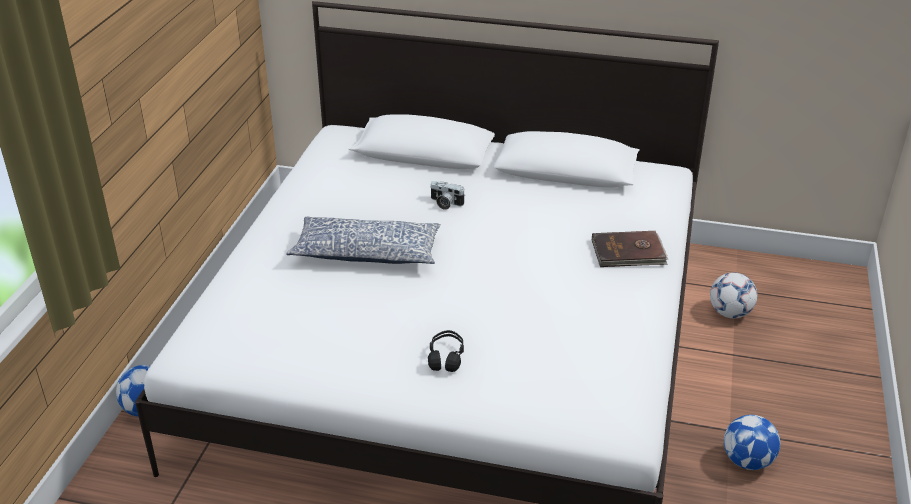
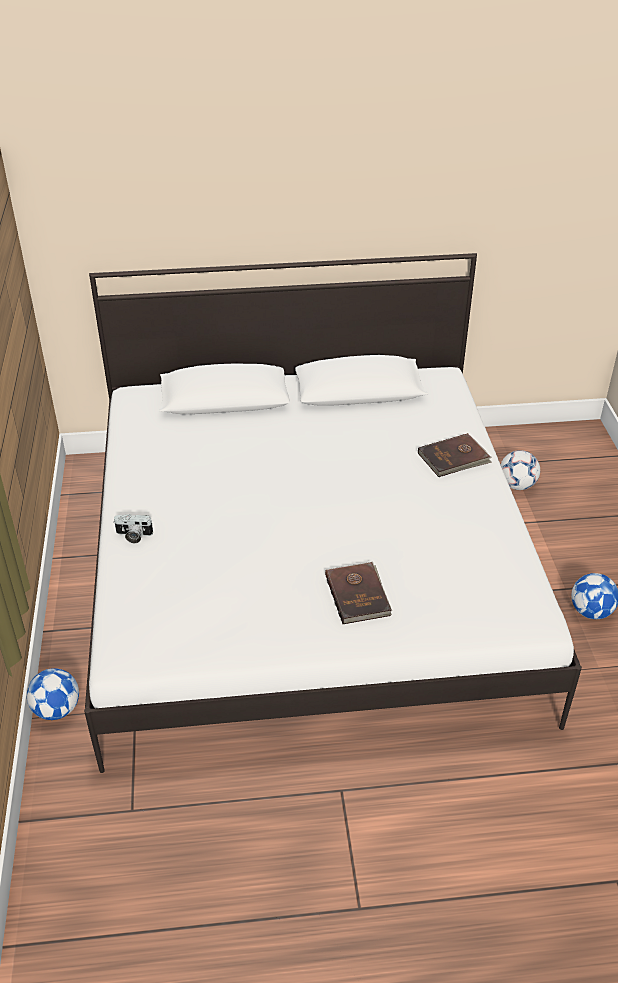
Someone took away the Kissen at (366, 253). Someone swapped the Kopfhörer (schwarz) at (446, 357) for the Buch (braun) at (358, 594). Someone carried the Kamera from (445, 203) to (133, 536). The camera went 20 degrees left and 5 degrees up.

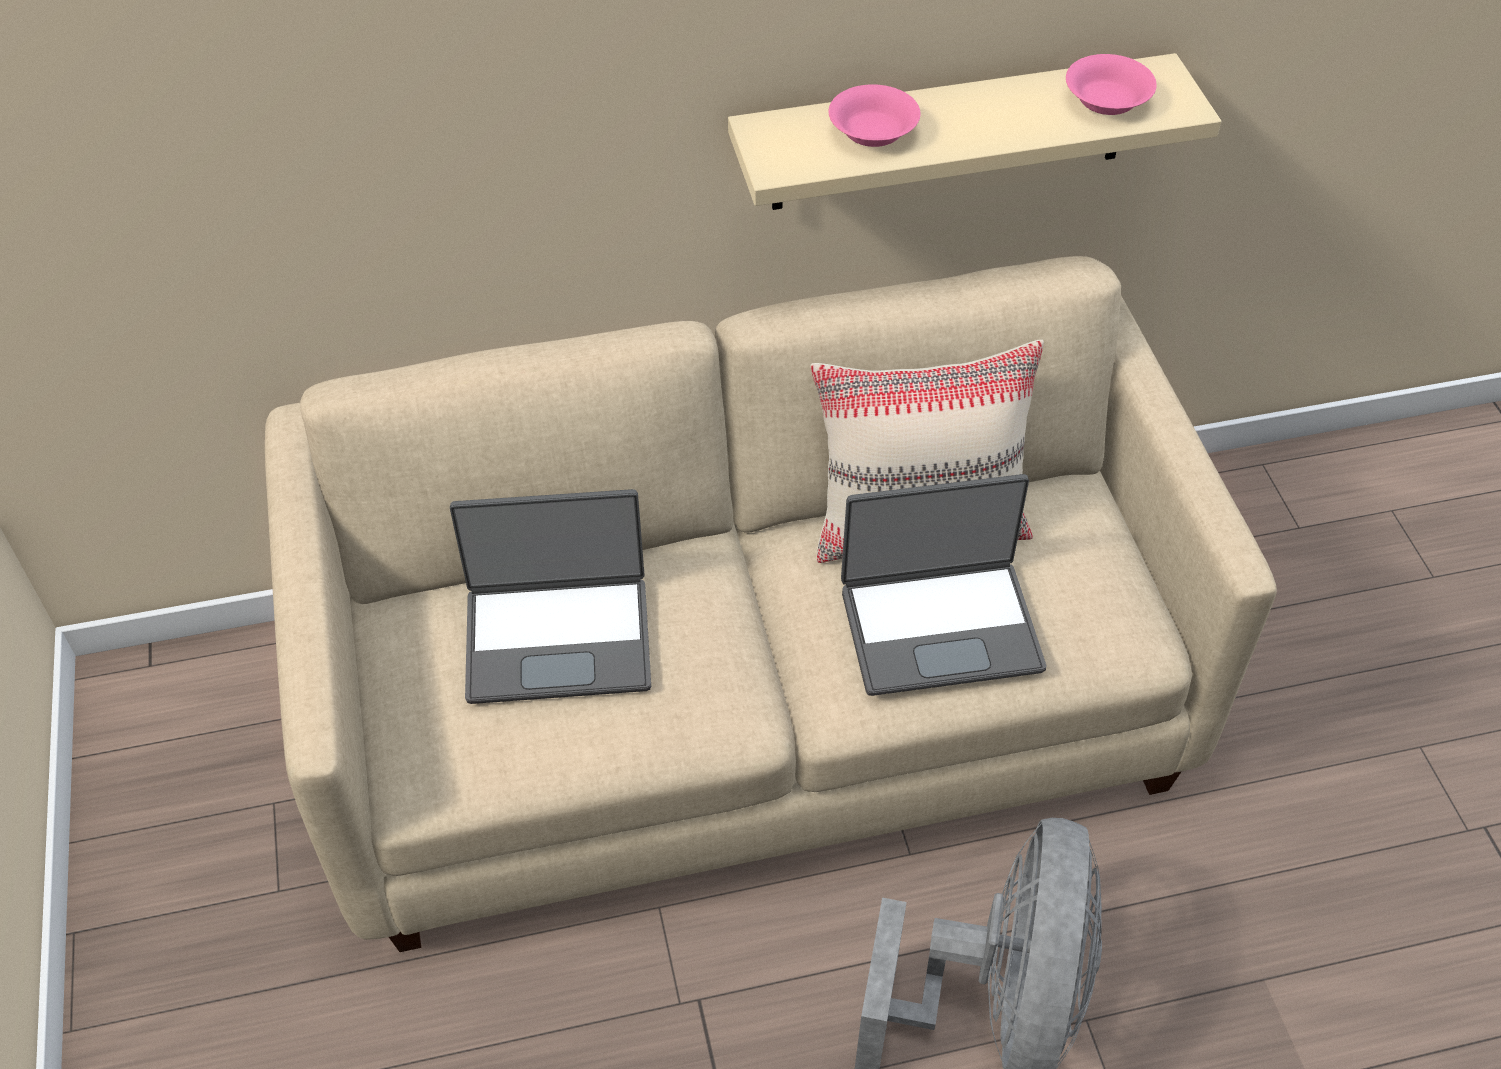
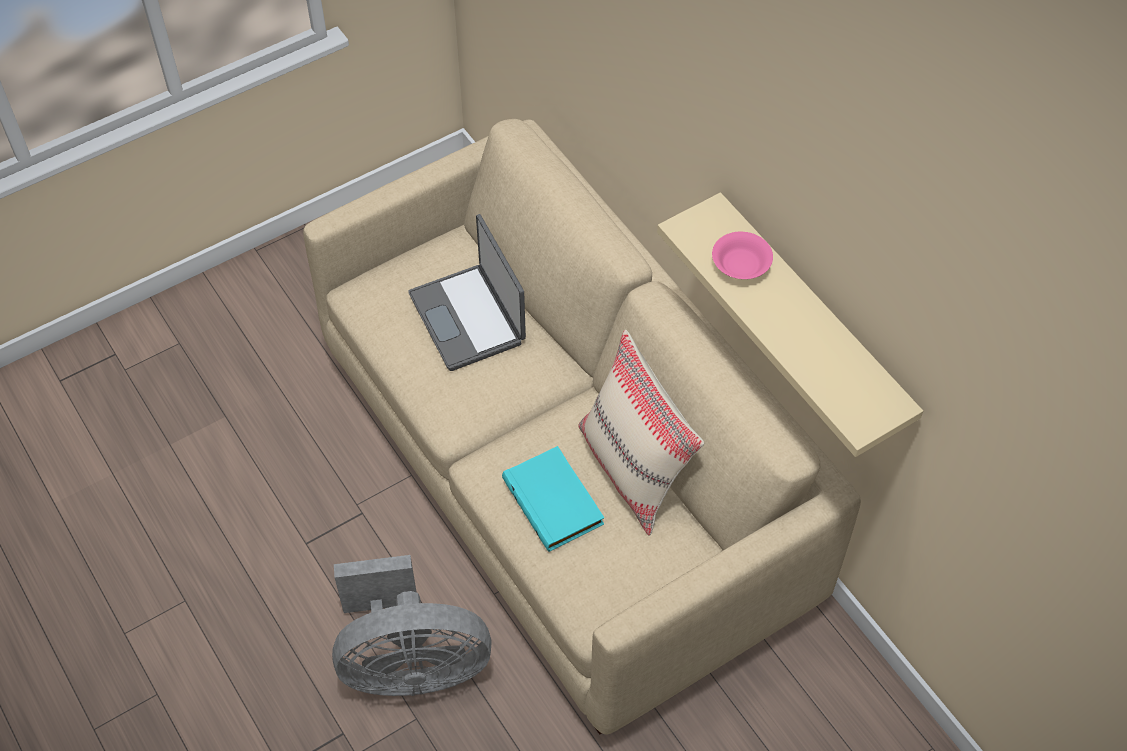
Someone swapped the Laptop at (940, 626) for the Buch (türkis) at (555, 501). Someone took away the Schüssel (rosa) at (1107, 101). The camera went 70 degrees right and 5 degrees up.

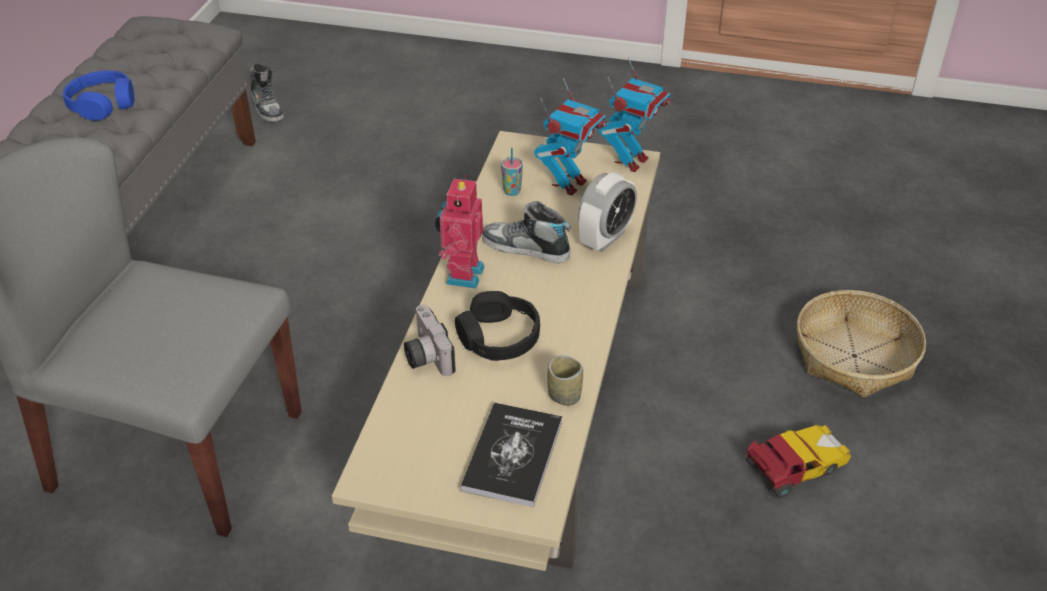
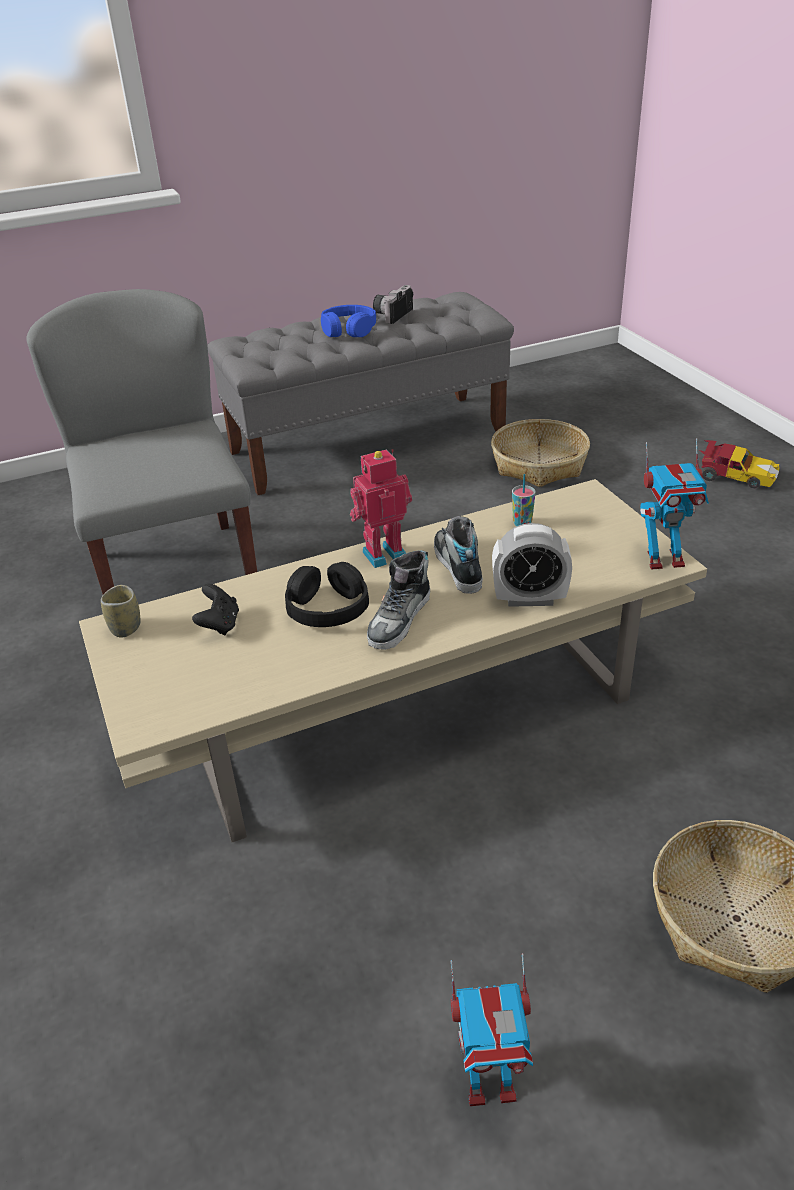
Someone carried the Schuh from (267, 107) to (400, 620). Someone carried the Kamera from (425, 355) to (392, 314). Someone took away the Buch at (512, 455). Someone carried the Spielzeugroboter from (569, 184) to (490, 1083). Someone carried the Tasse from (564, 396) to (125, 628). Someone carried the Spielzeugauto from (792, 468) to (734, 476). Someone put down the Gamepad (schwarz) at (219, 624). Someone put down the Korb at (539, 464). The camera went 55 degrees right and 5 degrees down.

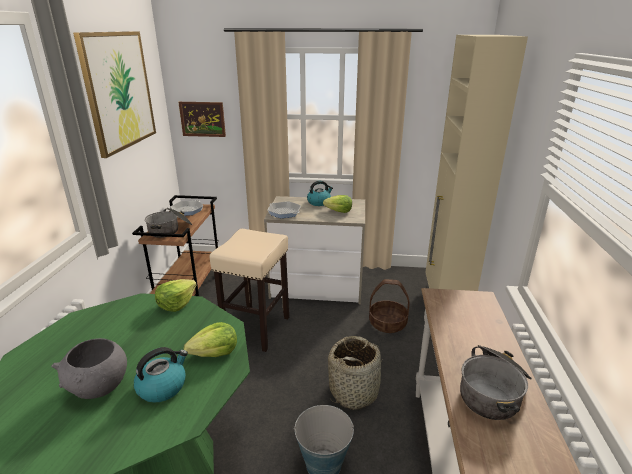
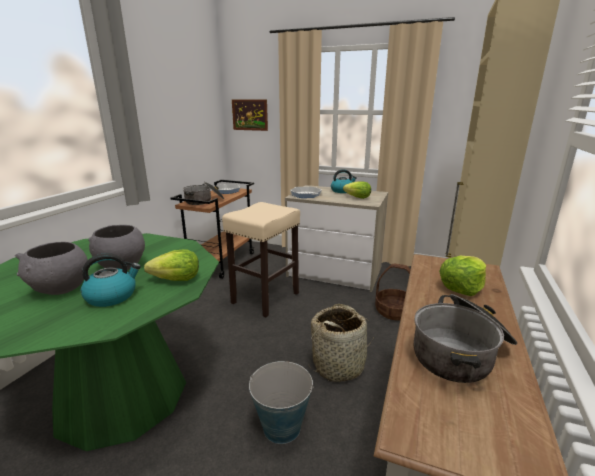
Someone took away the Bild at (119, 91). Someone carried the Salatkopf from (176, 304) to (462, 287). Someone put down the Schüssel (grau) at (121, 266). The camera went 15 degrees right and 5 degrees down.

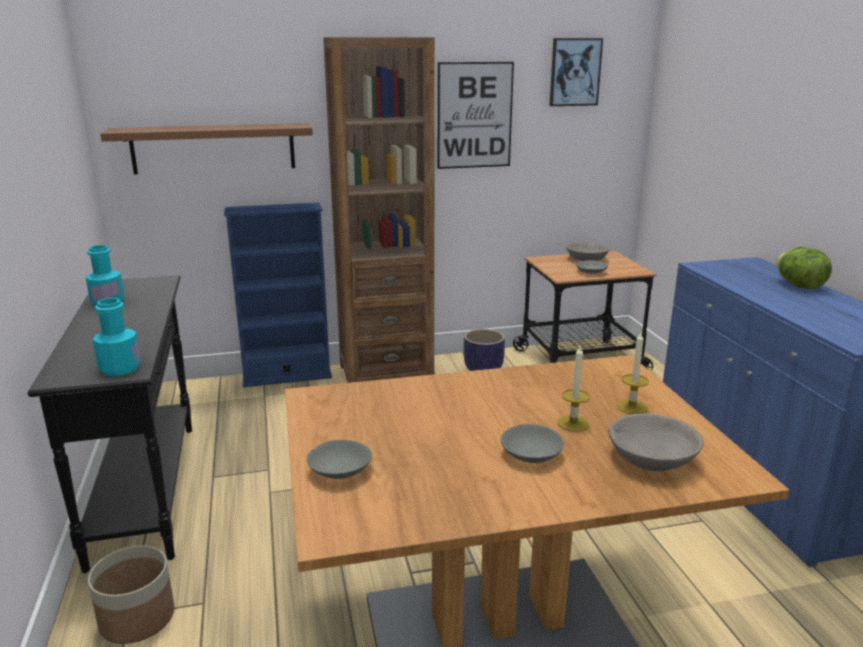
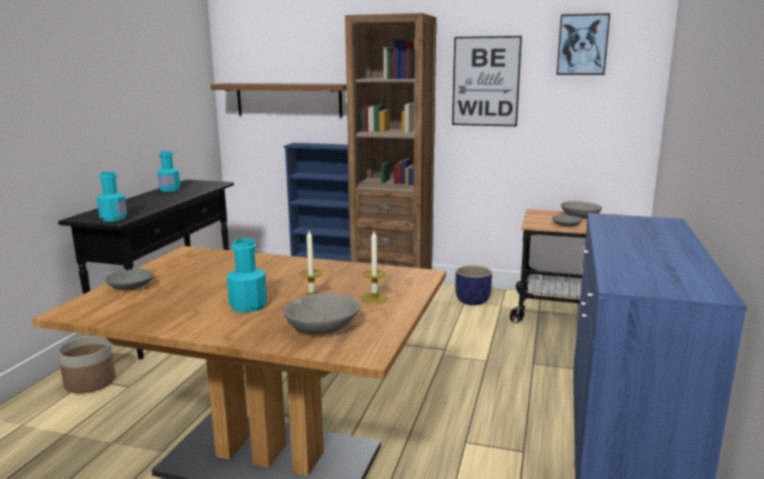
Someone swapped the Schüssel (grau) at (531, 454) for the Flasche (türkis) at (248, 306). Someone took away the Salatkopf at (799, 286). The camera went 30 degrees right and 5 degrees down.

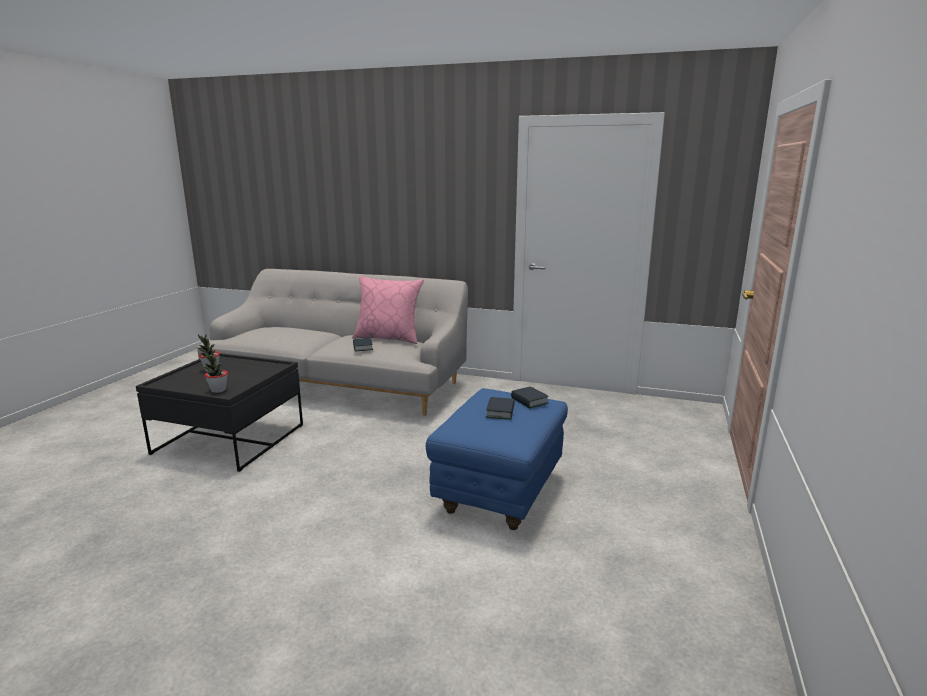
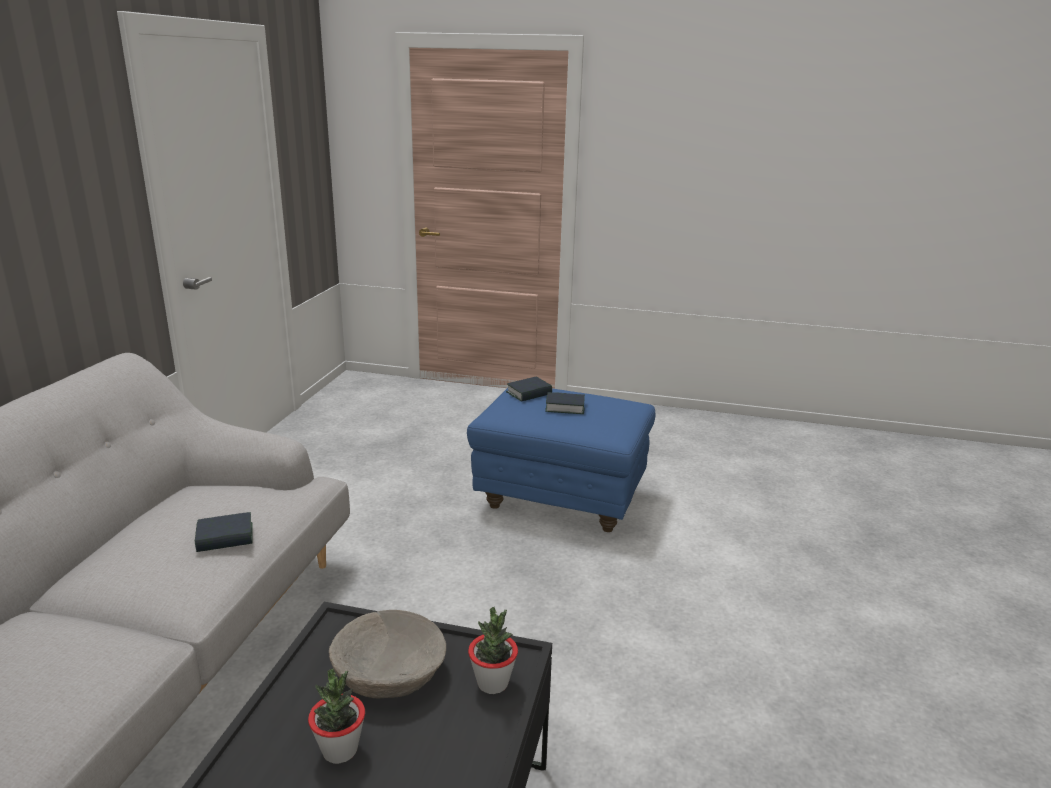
Someone took away the Kissen (rosa) at (388, 338). Someone put down the Schüssel (beige) at (388, 671). The camera went 95 degrees left and 5 degrees up.

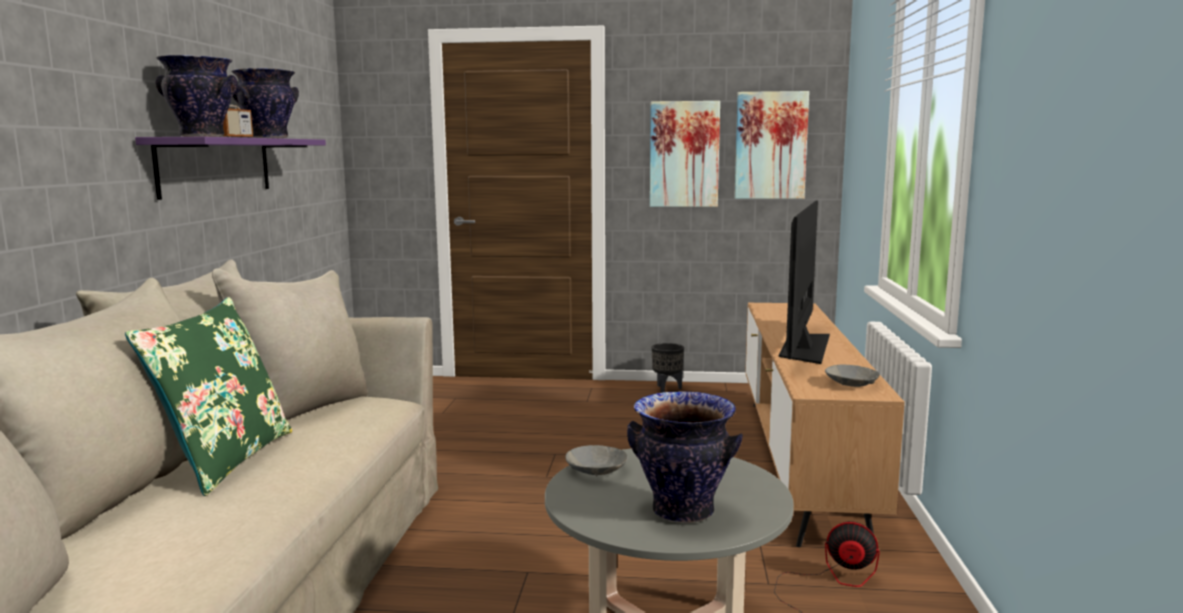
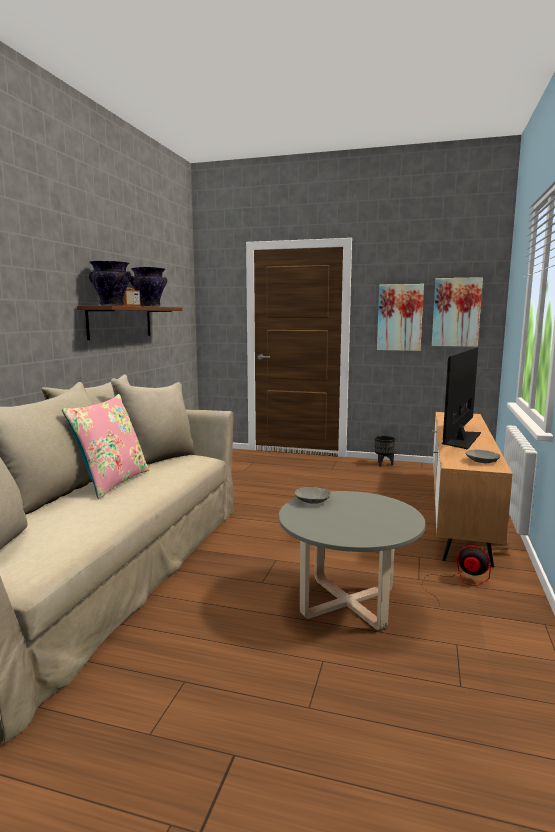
Someone repainted the Kissen (grün) at (225, 460), which became the Kissen (rosa) at (112, 482). Someone repainted the Wandregal (lila) at (216, 166), which became the Wandregal (braun) at (120, 322). Someone took away the Vase at (683, 511). The camera went 10 degrees right and 0 degrees up.

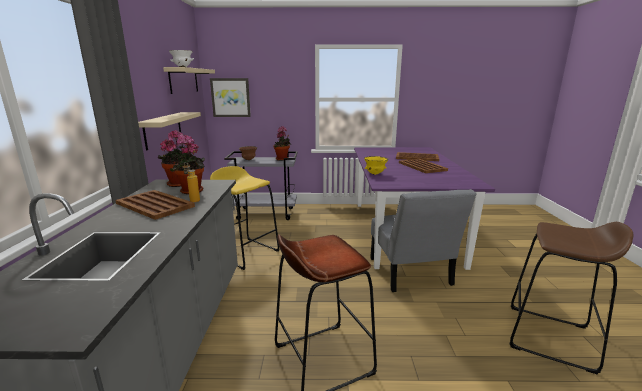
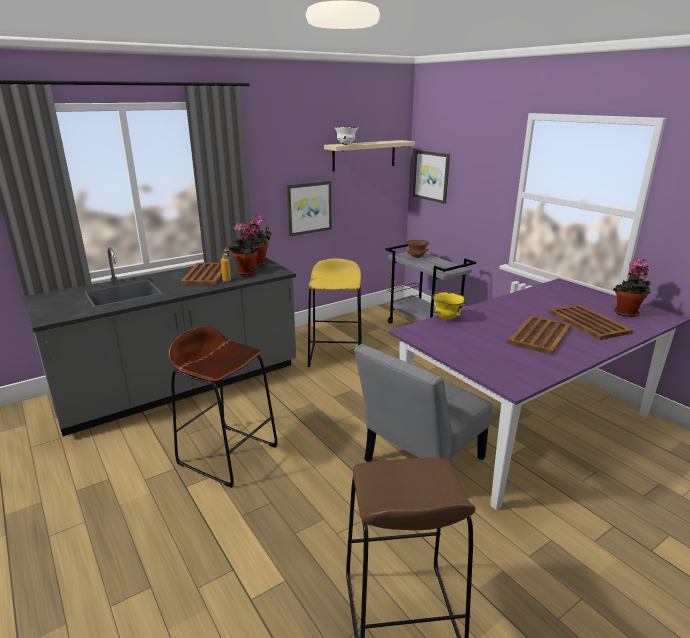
Someone swapped the Wandregal (beige) at (163, 129) for the Bild at (309, 207). Someone carried the Topfpflanze from (282, 159) to (626, 314). The camera went 55 degrees right and 5 degrees up.

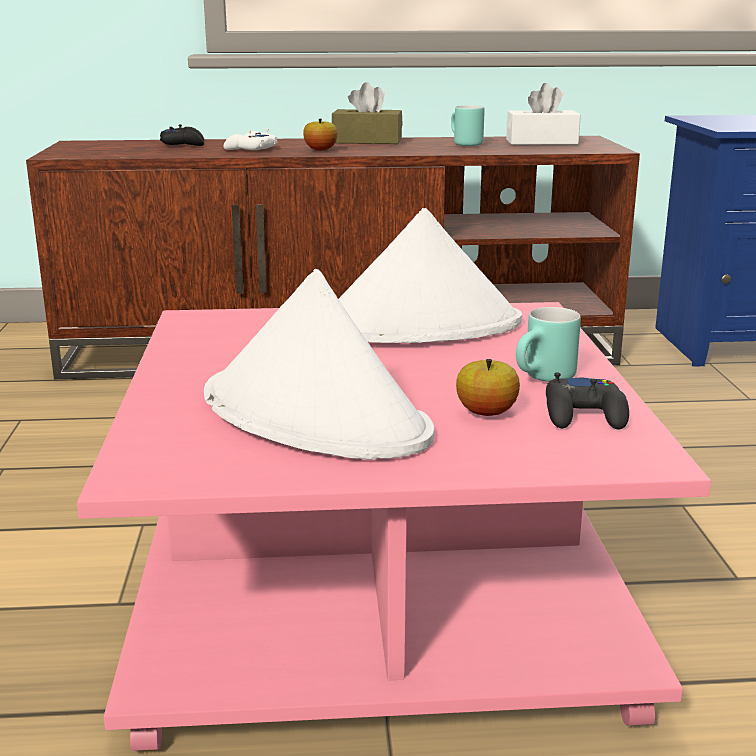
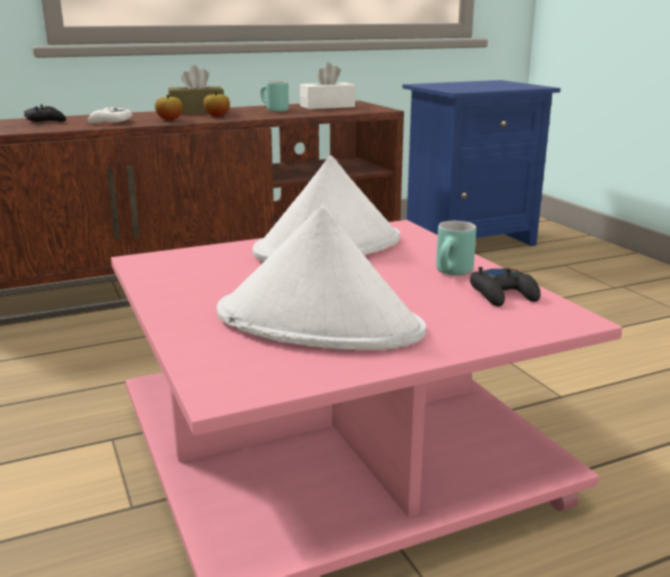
Someone carried the Apfel from (486, 413) to (217, 116). The camera went 20 degrees left and 0 degrees up.

